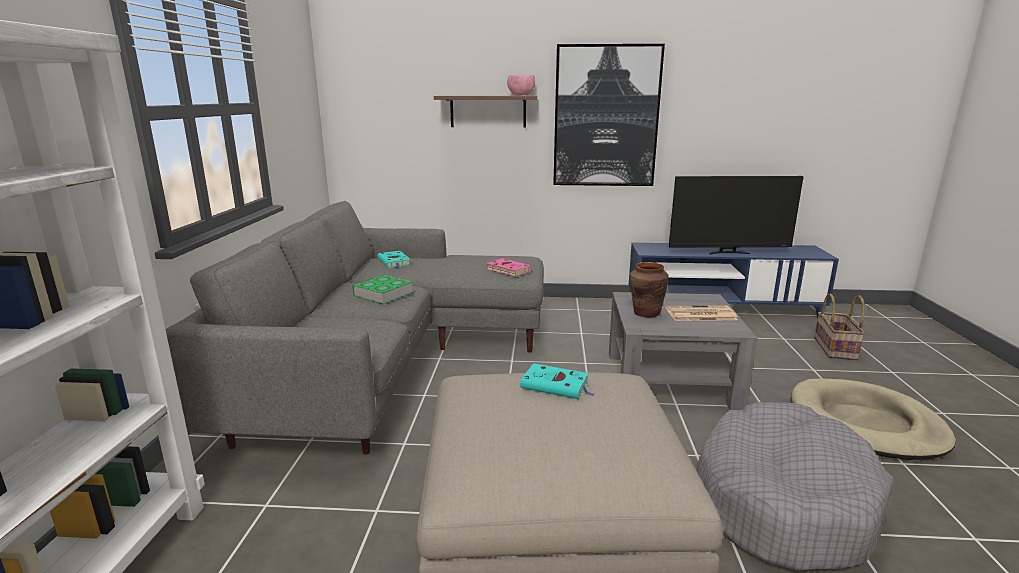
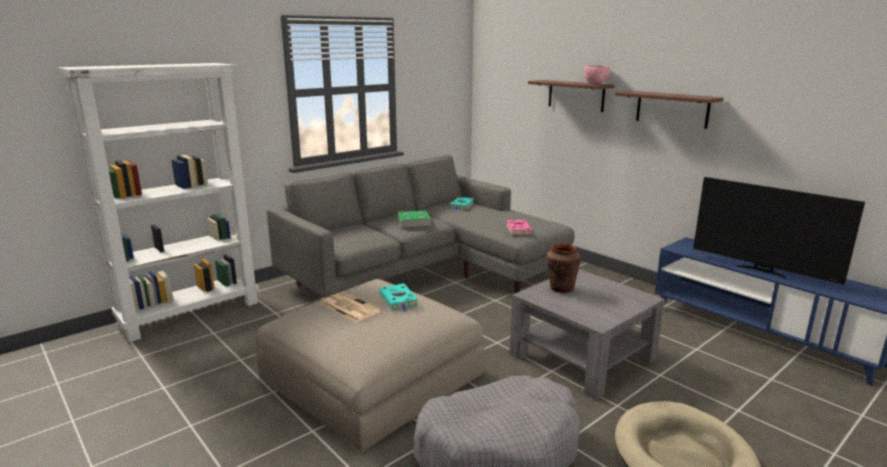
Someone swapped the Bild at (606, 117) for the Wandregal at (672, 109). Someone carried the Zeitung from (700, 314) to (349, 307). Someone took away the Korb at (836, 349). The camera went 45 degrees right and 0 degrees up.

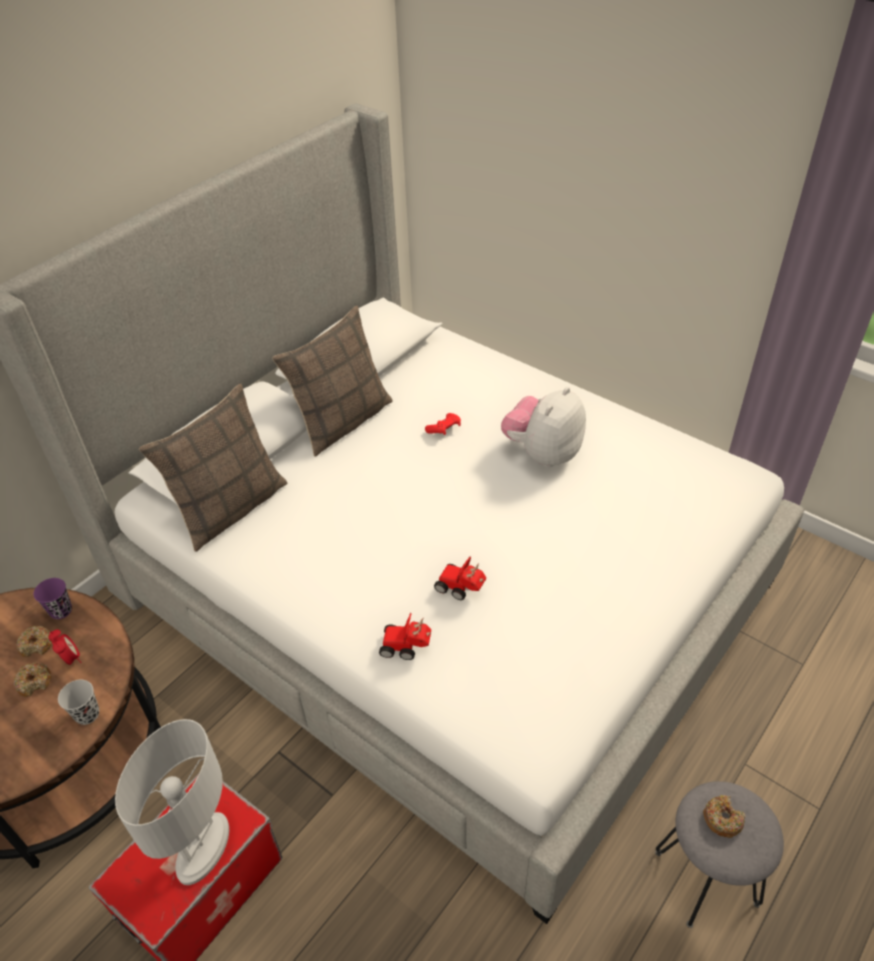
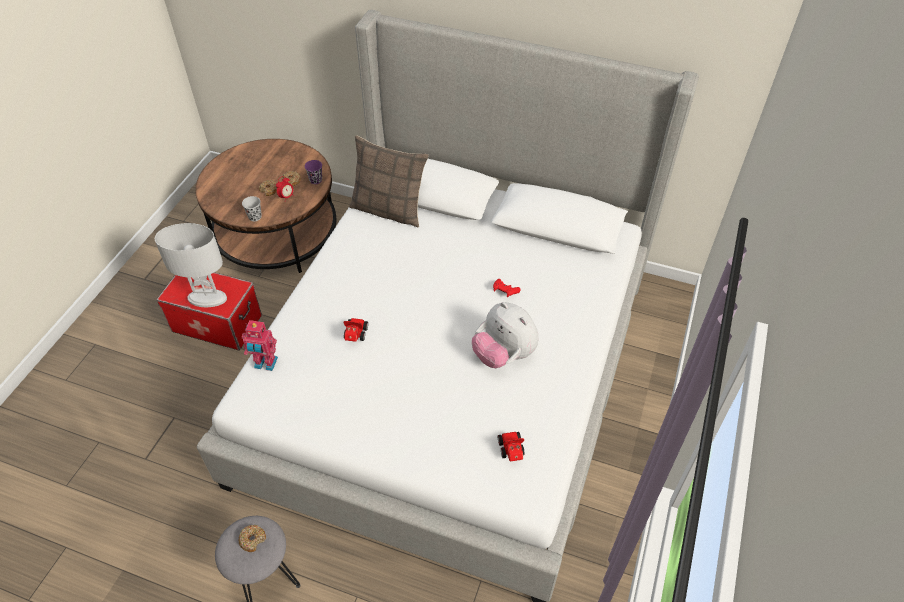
Someone took away the Kissen at (342, 421). Someone carried the Spielzeugauto from (407, 647) to (511, 452). Someone rotated the Plüschtier at (543, 453) by 150 degrees counterclockwise. Someone put down the Spielzeugroboter at (265, 364). The camera went 70 degrees right and 5 degrees up.

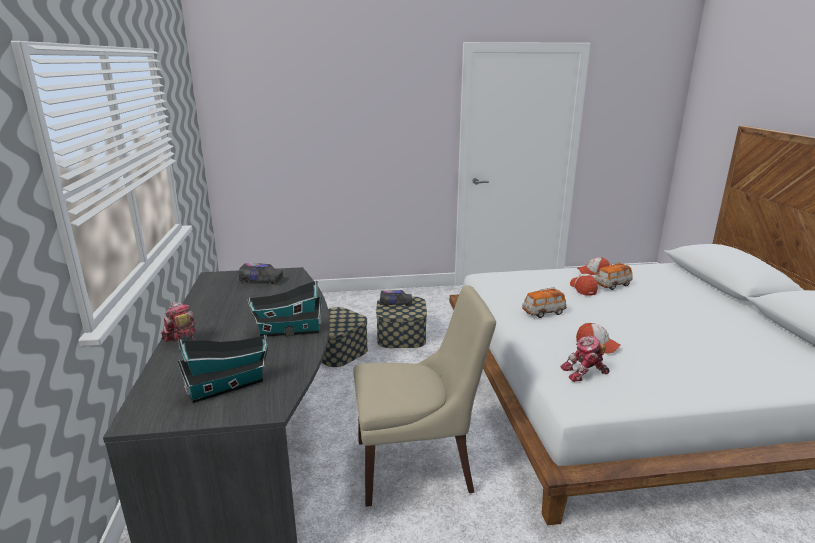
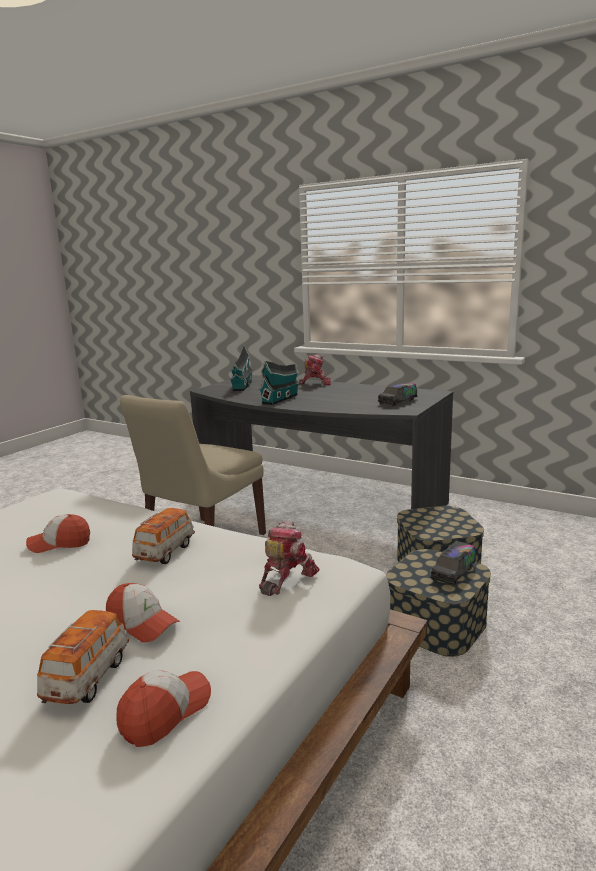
Someone carried the Spielzeugroboter from (585, 373) to (285, 578). The camera went 130 degrees right and 5 degrees down.

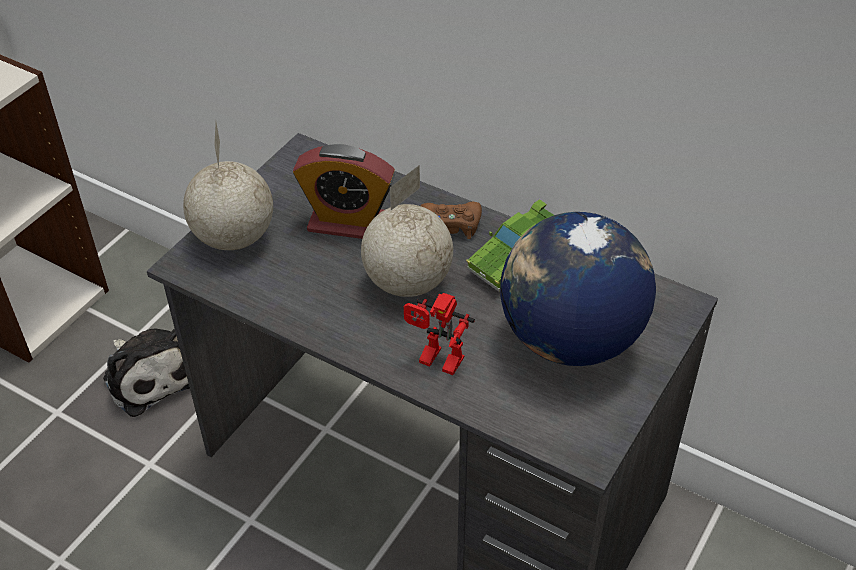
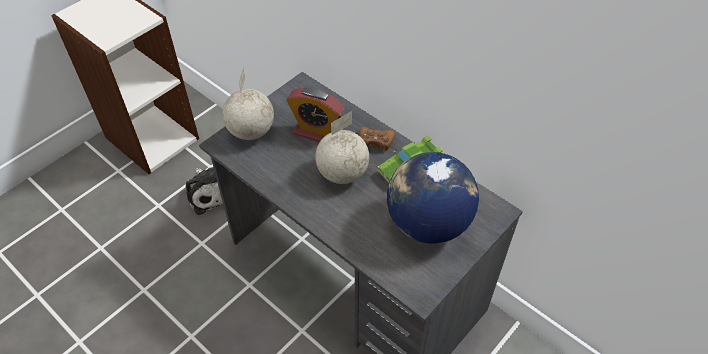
Someone took away the Spielzeugroboter at (436, 362). The camera went 10 degrees right and 5 degrees up.

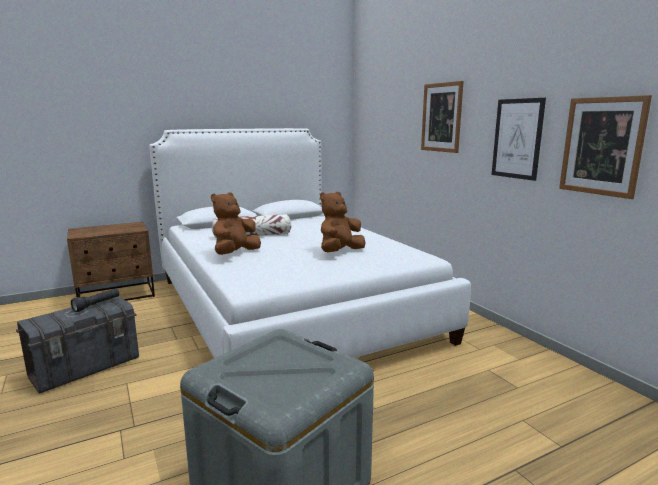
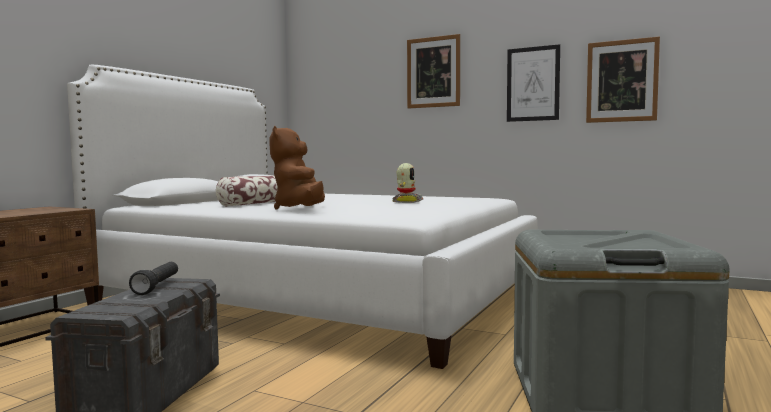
Someone swapped the Plüschtier (braun) at (340, 252) for the Spielzeugroboter at (406, 201). The camera went 35 degrees left and 10 degrees down.

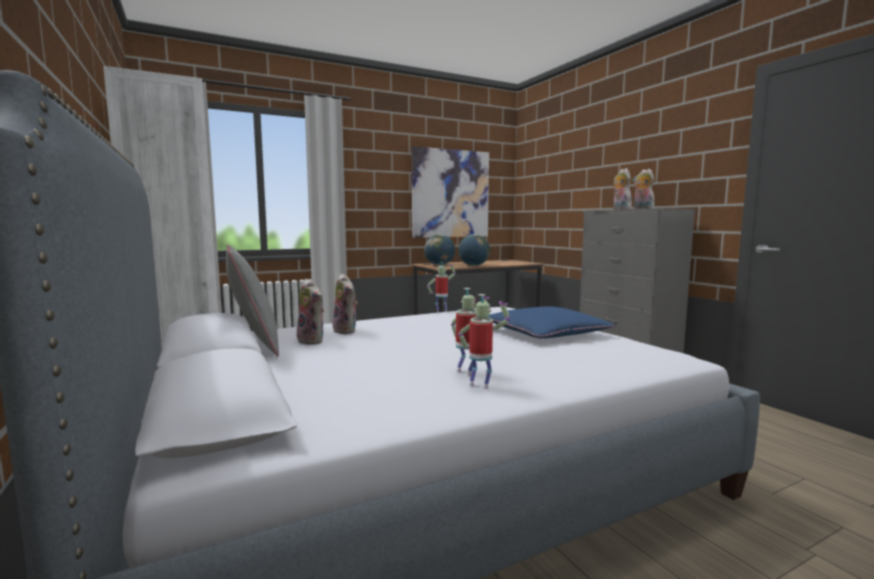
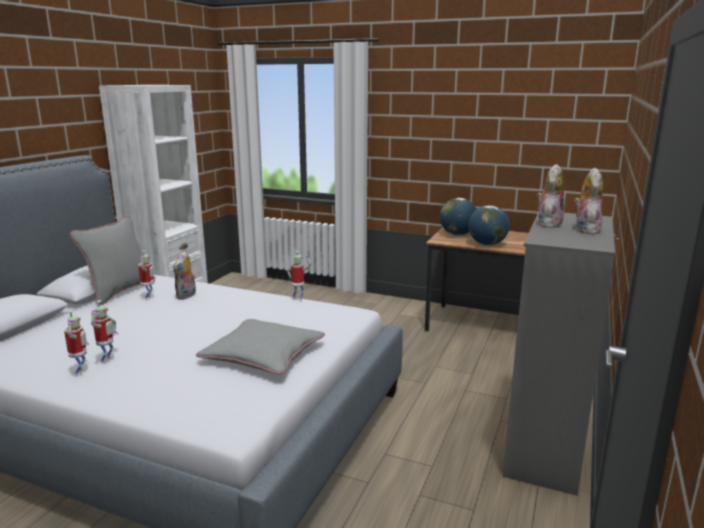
Someone swapped the Plüschtier at (313, 341) for the Spielzeugroboter at (149, 298). Someone took away the Bild at (450, 194). Someone repainted the Kissen (blau) at (545, 333), which became the Kissen (grau) at (263, 354). The camera went 50 degrees right and 10 degrees up.

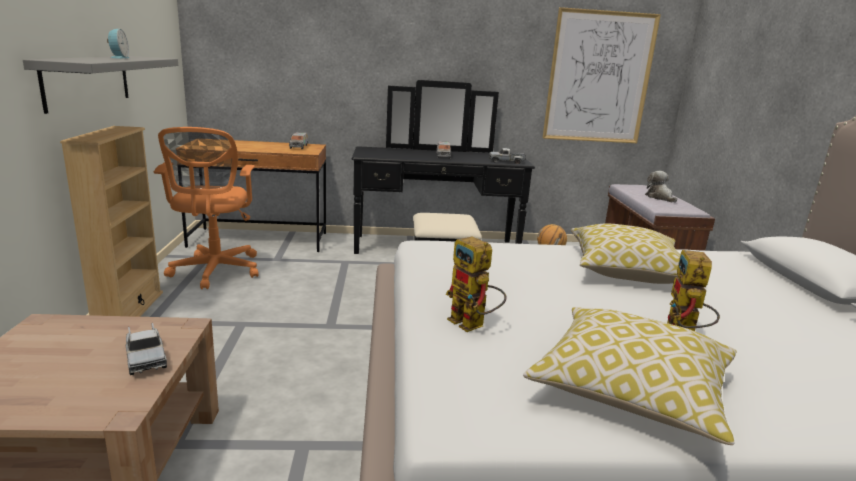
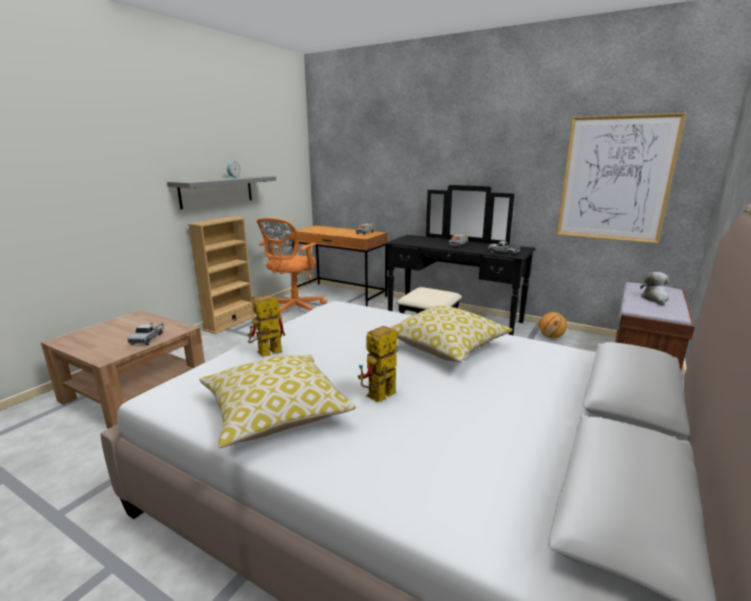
Someone rotated the Spielzeugroboter at (473, 325) by 60 degrees clockwise. The camera went 35 degrees right and 0 degrees up.

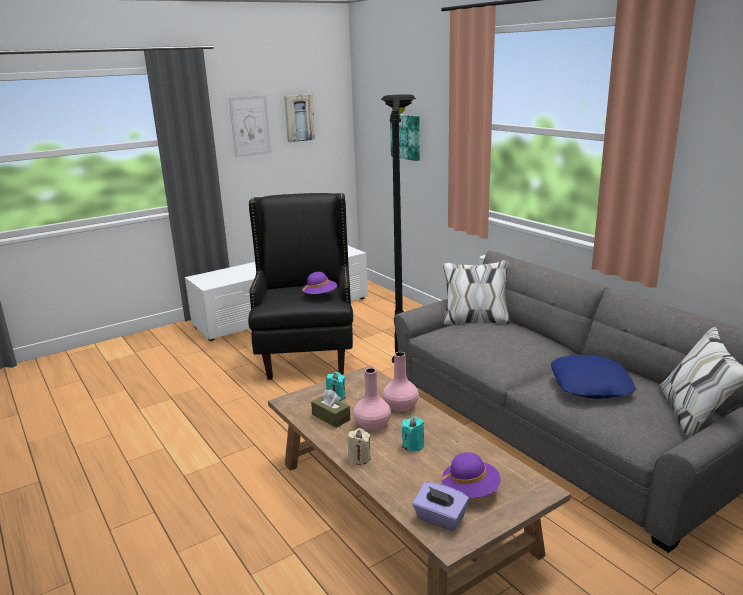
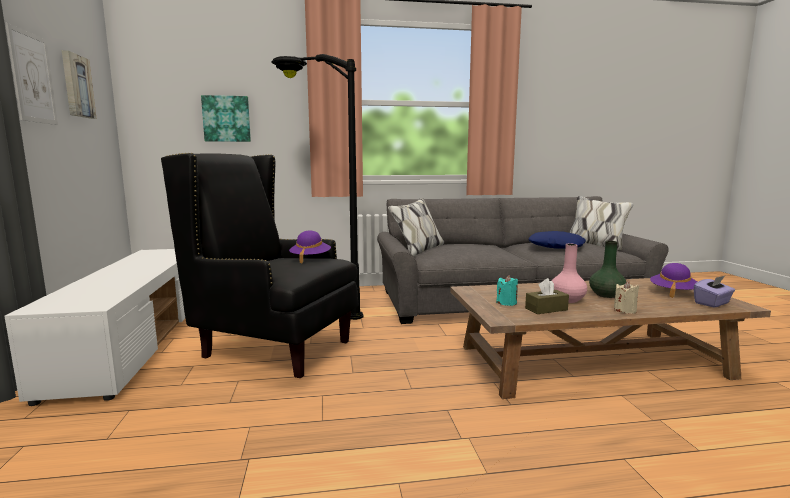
Someone took away the Vase (rosa) at (400, 406). Someone swapped the Kerze (türkis) at (413, 445) for the Vase (grün) at (606, 295). The camera went 65 degrees left and 10 degrees down.

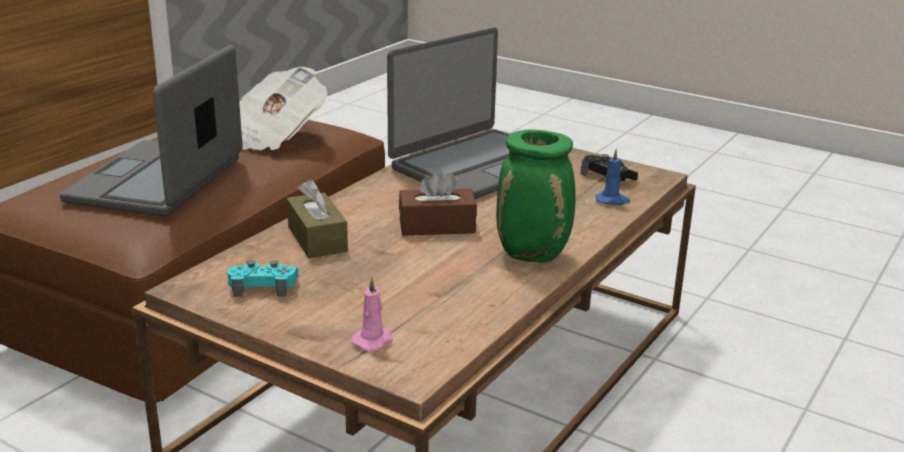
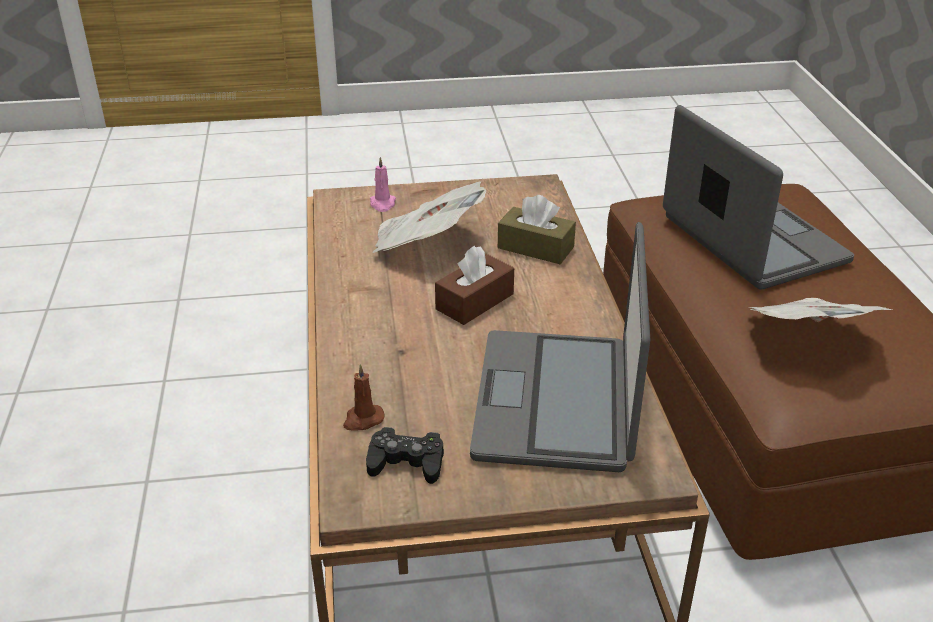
Someone took away the Gamepad (türkis) at (263, 286). Someone took away the Vase (grün) at (534, 255). Someone repainted the Kerze (blau) at (612, 200), which became the Kerze (braun) at (363, 419). Someone put down the Zeitung at (426, 244). The camera went 140 degrees right and 10 degrees up.

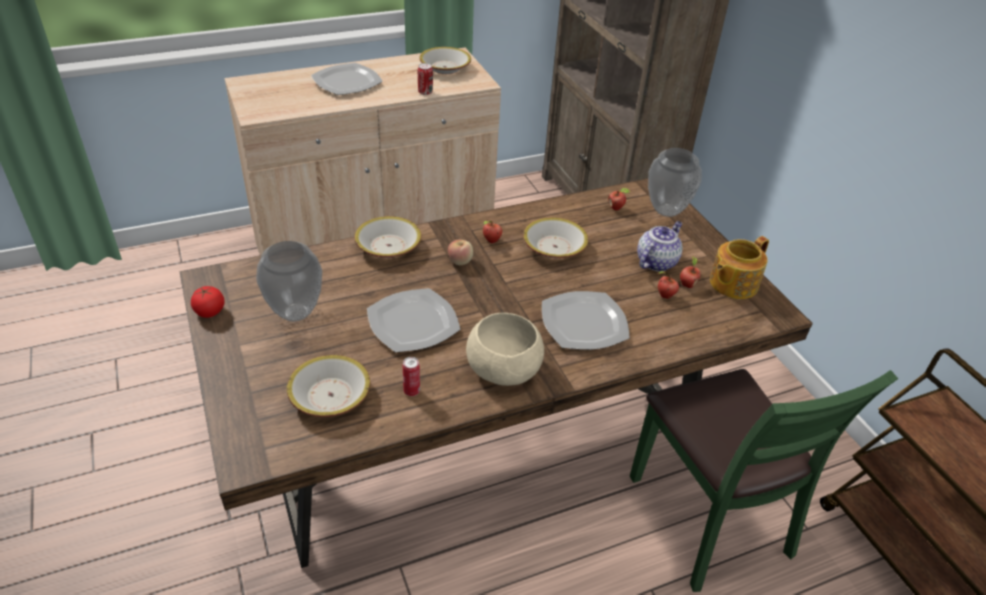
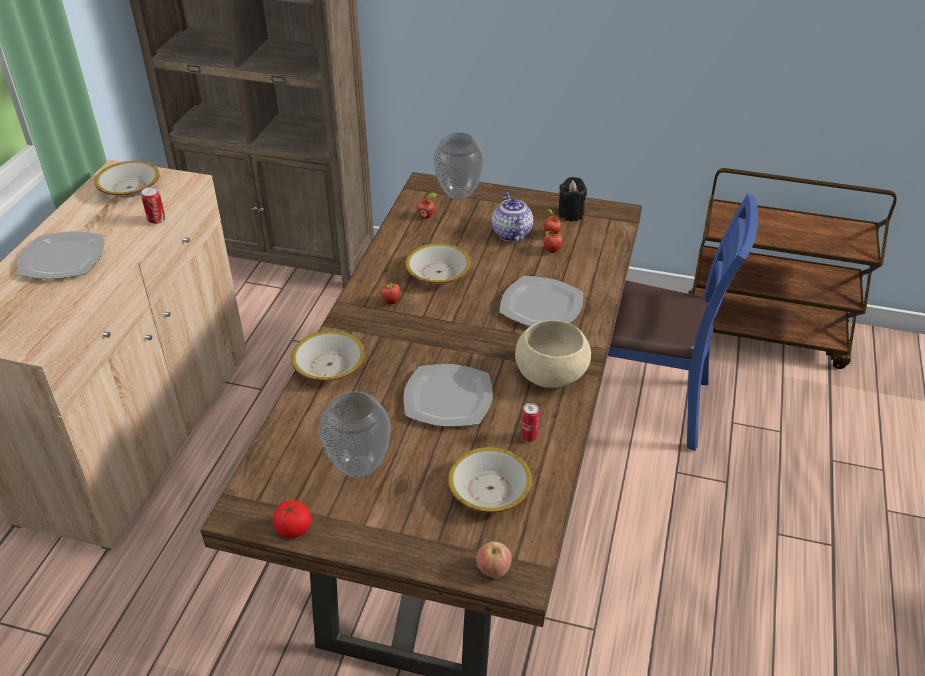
Someone carried the Apfel from (460, 261) to (493, 569). Someone repainted the Stuhl (grün) at (708, 518), which became the Stuhl (blau) at (644, 403). Someone swapped the Teekanne at (732, 283) for the Kerze (schwarz) at (571, 214). The camera went 50 degrees left and 0 degrees up.

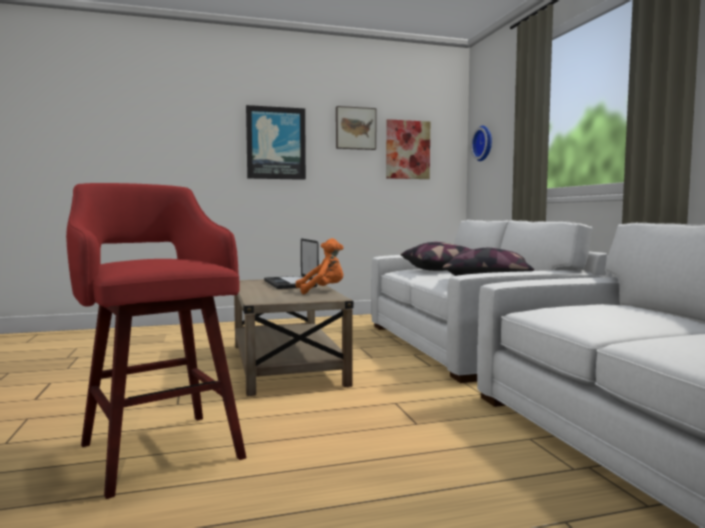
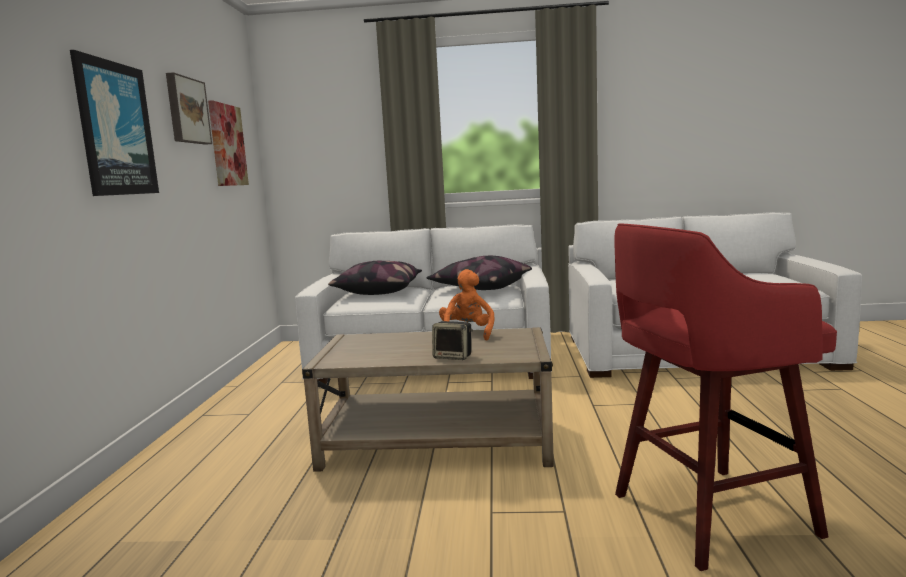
Someone took away the Laptop at (290, 284). Someone took away the Wanduhr at (484, 143). Someone put down the Lautsprecher at (454, 357). The camera went 70 degrees left and 5 degrees up.

